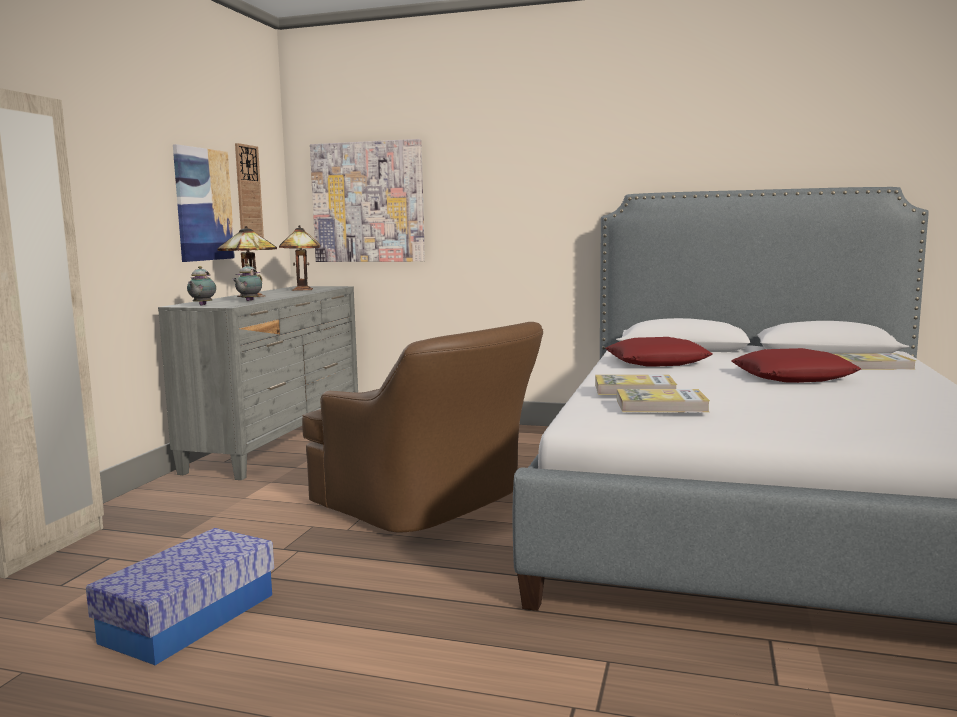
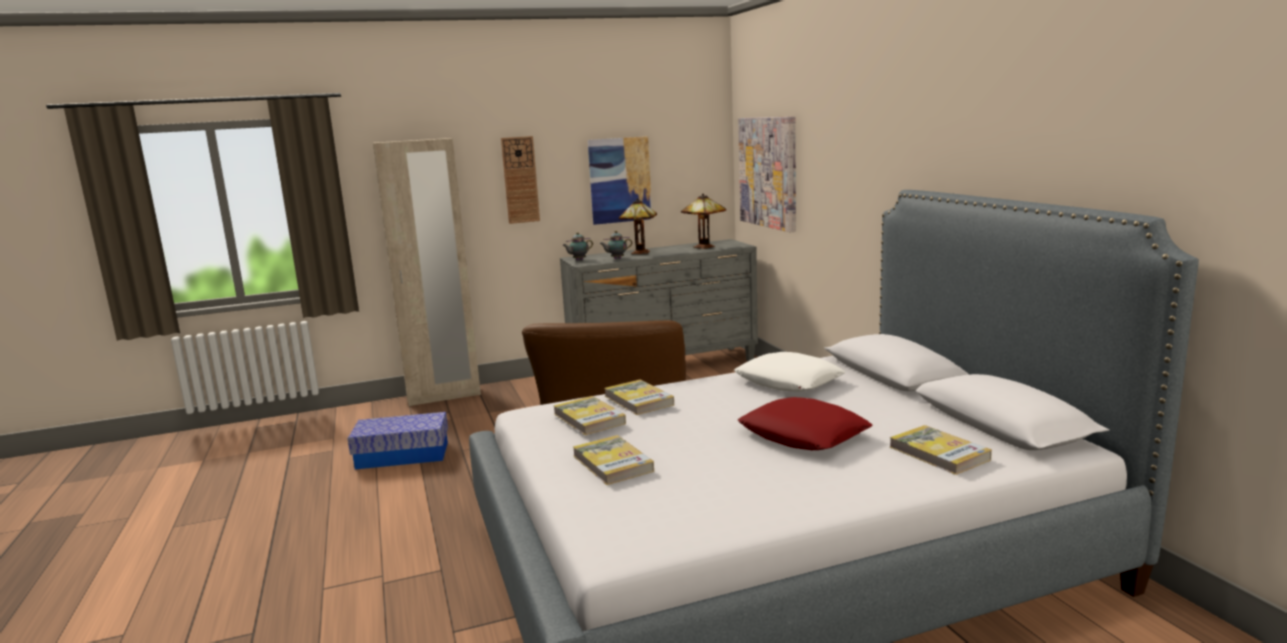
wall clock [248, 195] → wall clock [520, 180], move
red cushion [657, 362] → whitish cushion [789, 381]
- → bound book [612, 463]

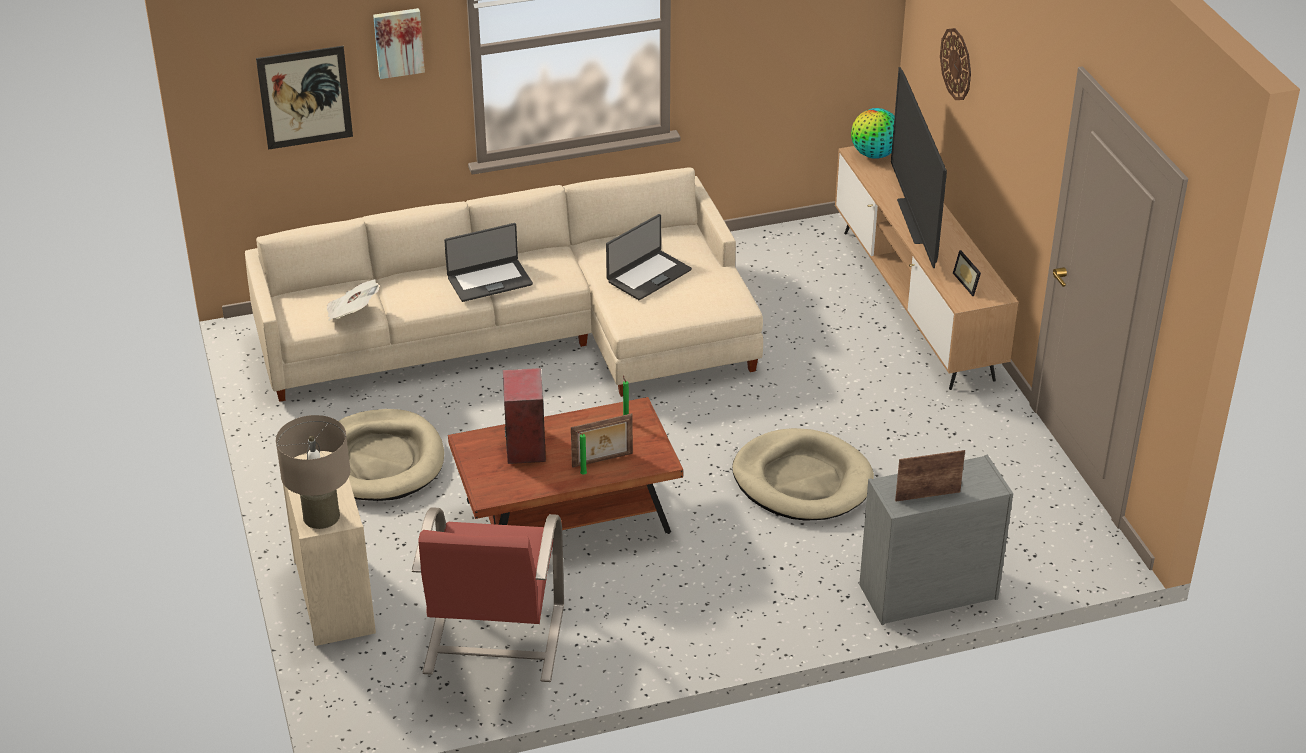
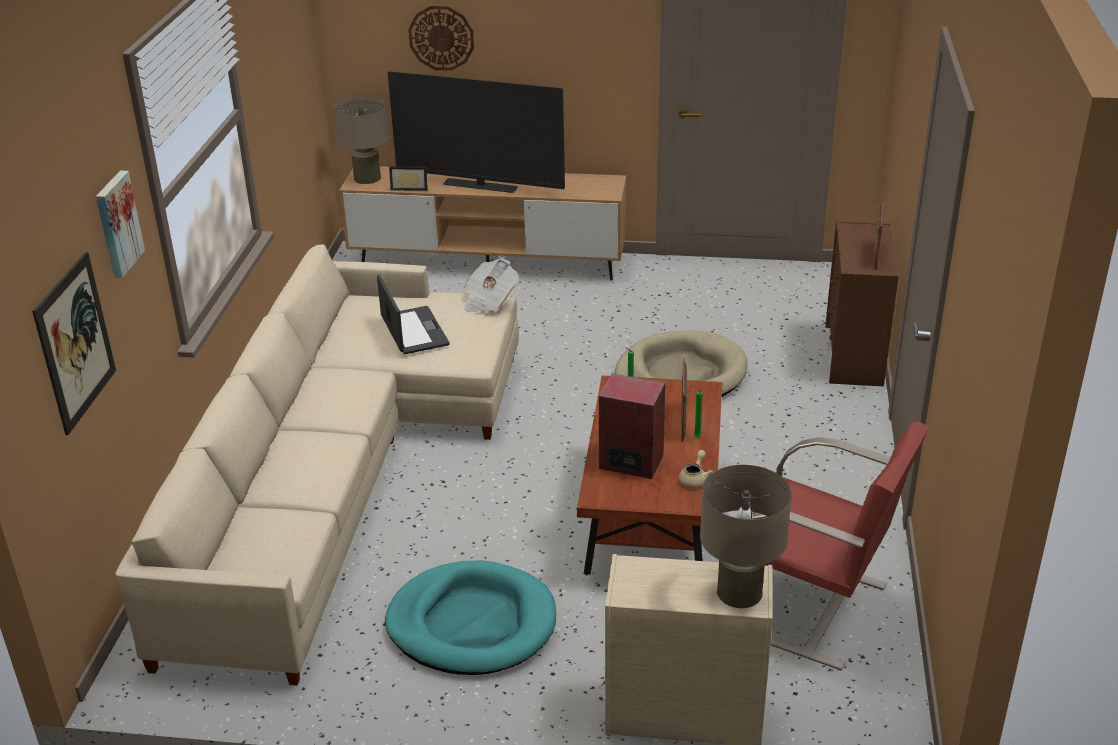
desk globe [874, 155] → beige lamp for a table [367, 178]
laptop [489, 280] → -
standing frame [969, 283] → standing frame [409, 187], move
newspaper [352, 312] → newspaper [489, 300], move
beige pet bed [381, 461] → turquoise pet bed [472, 623]
grey dresser [926, 592] → brown-coloured dresser [853, 356]
- → beige teapot [695, 479]

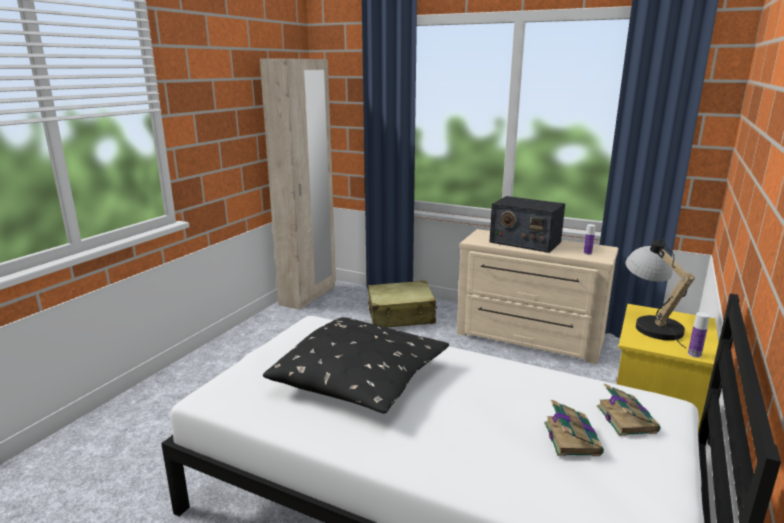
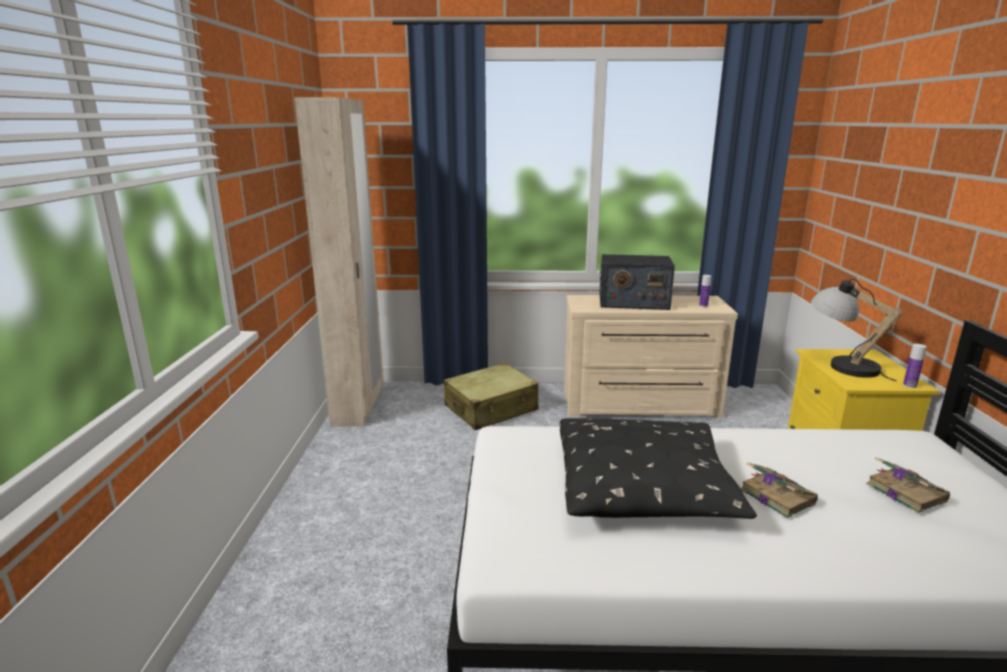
bound book [626, 418] → bound book [776, 496], move

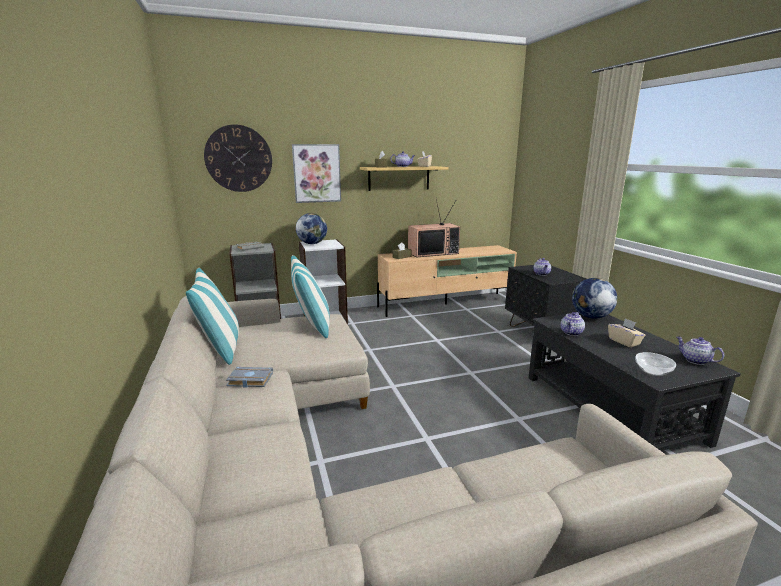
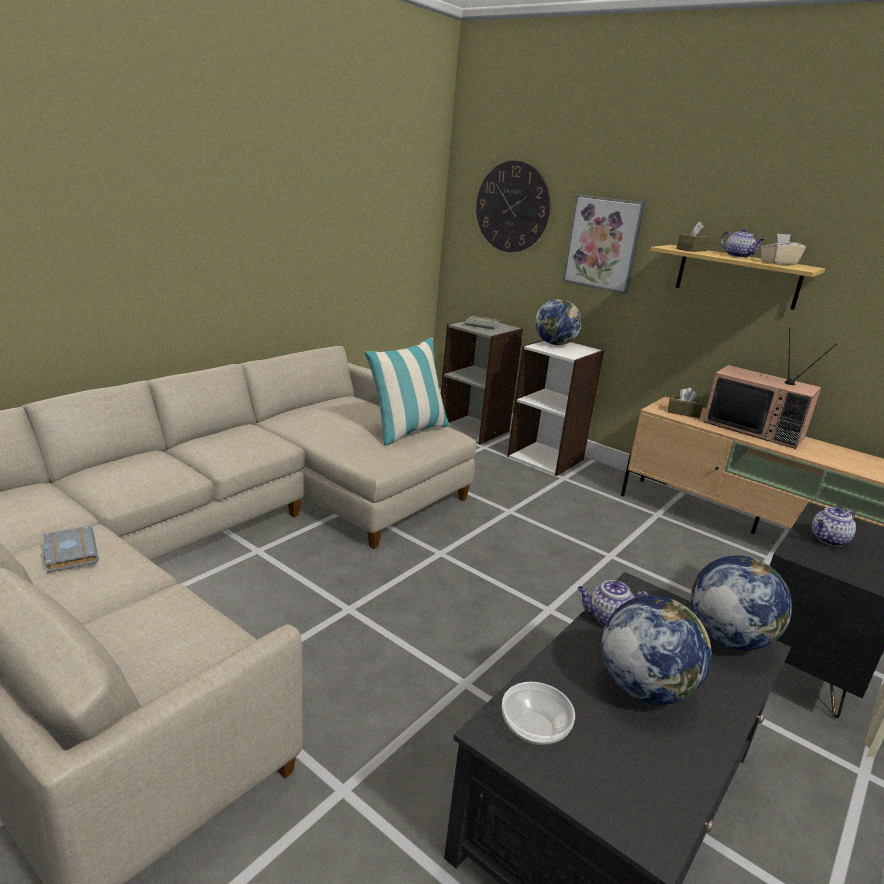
cushion [220, 349] → -
beige box of tissues [624, 342] → desk globe [644, 688]
teapot [694, 360] → -
grey bound book [249, 380] → grey bound book [68, 553], move

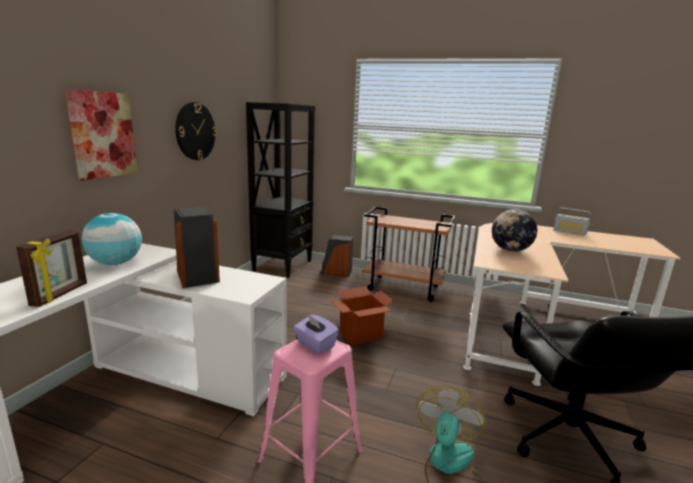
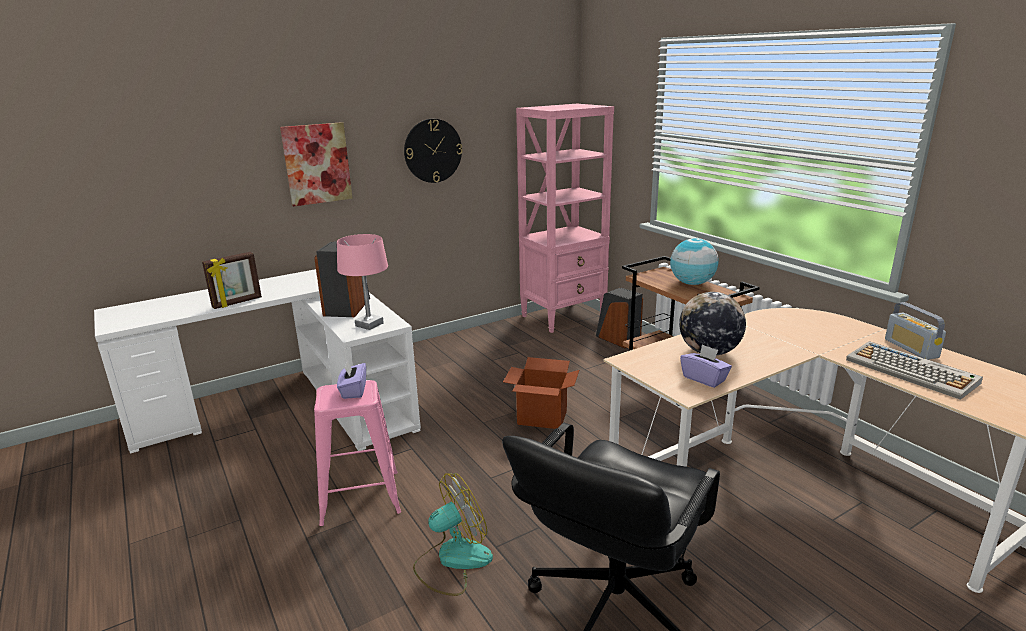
black-coloured bookcase [283, 265] → pink-coloured bookcase [564, 317]
desk globe [116, 263] → desk globe [692, 283], move
- → pink-coloured lamp for a table [369, 324]
- → keyboard [912, 371]
- → purple-coloured box of tissues [704, 379]

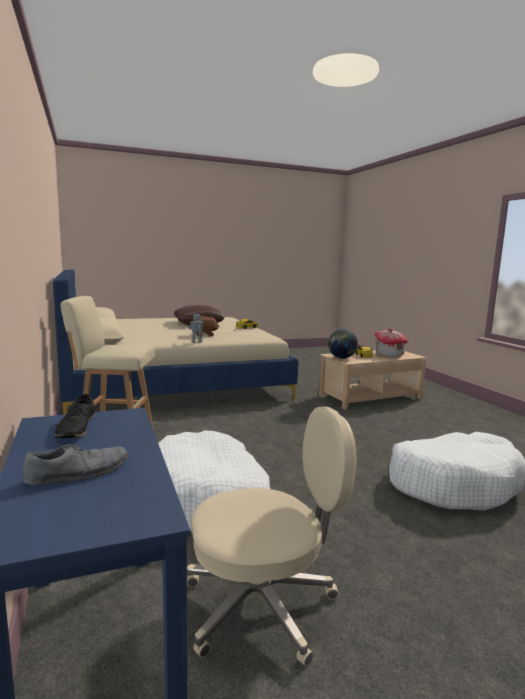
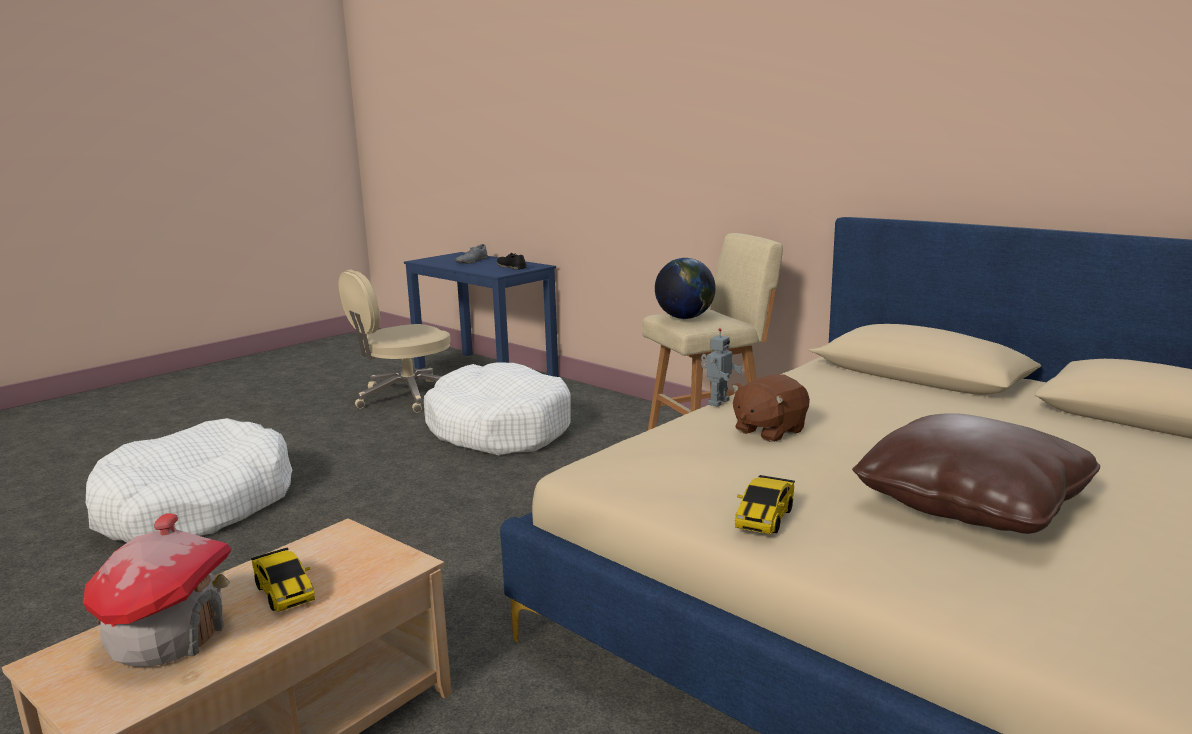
desk globe [341, 358] → desk globe [685, 318], move

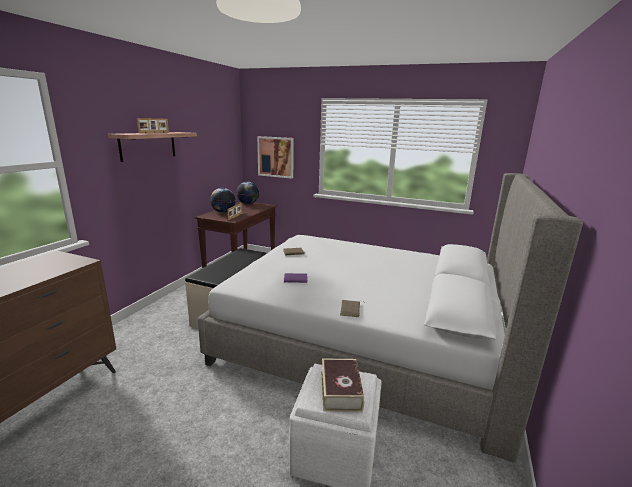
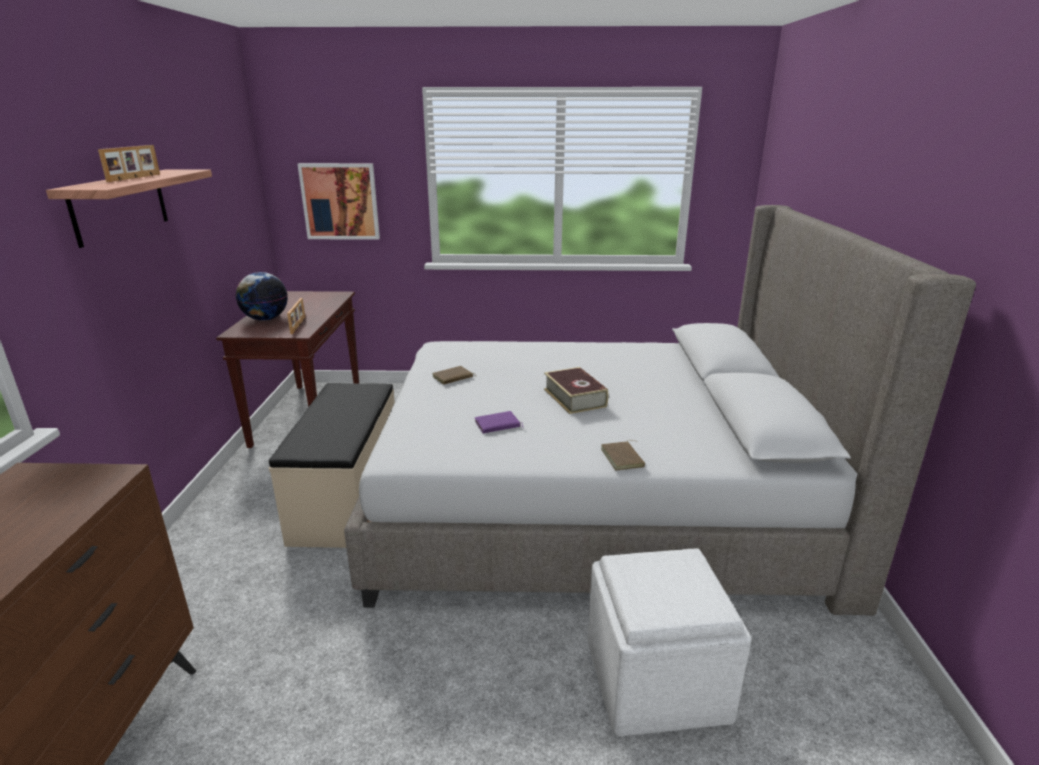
desk globe [248, 203] → -
bound book [341, 390] → bound book [574, 398], move

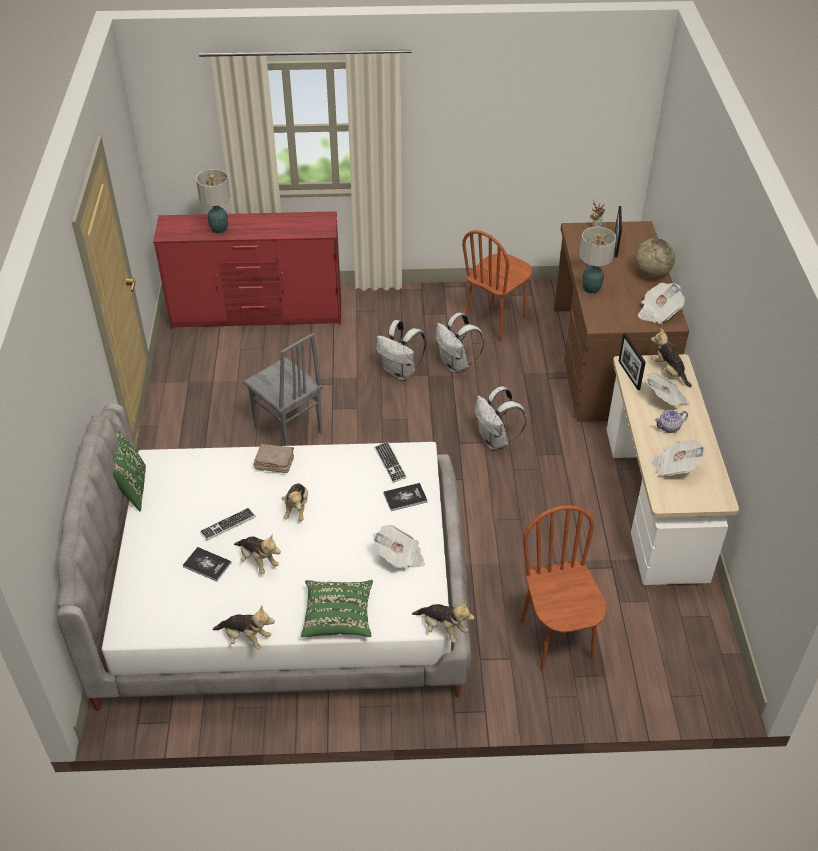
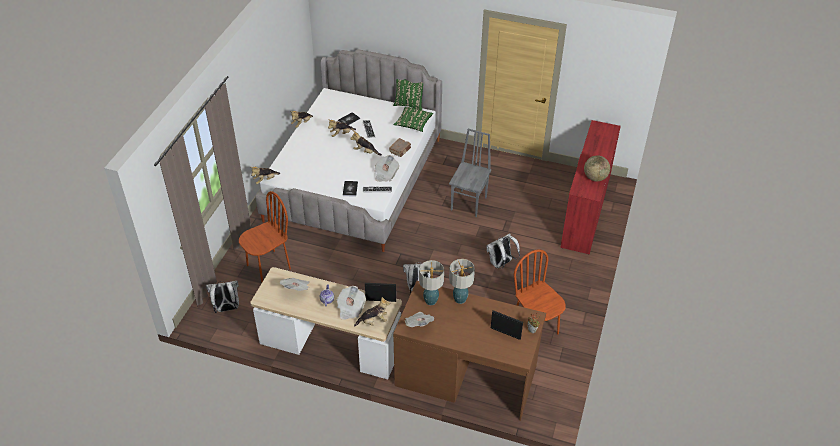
lamp for a table [219, 230] → lamp for a table [430, 300], move
desk globe [651, 274] → desk globe [595, 178], move
whitish knapsack [456, 364] → whitish knapsack [226, 308], move
grey upright chair [288, 431] → grey upright chair [469, 203], 135 degrees clockwise
brown-coloured upright chair [557, 639] → brown-coloured upright chair [268, 266], 45 degrees counterclockwise
newspaper [400, 557] → newspaper [385, 174], move
green-coloured cushion [338, 616] → green-coloured cushion [413, 124], move

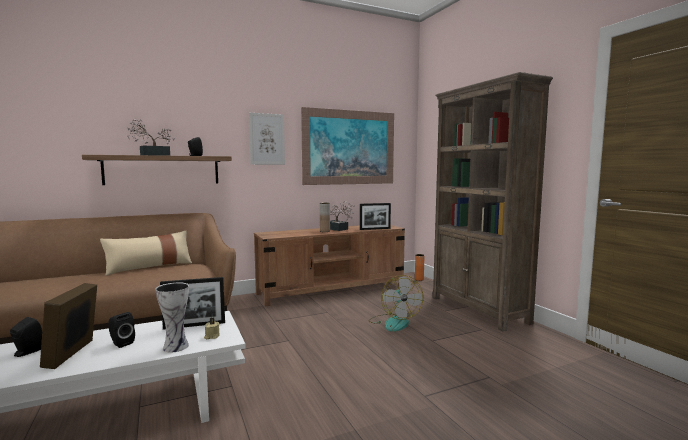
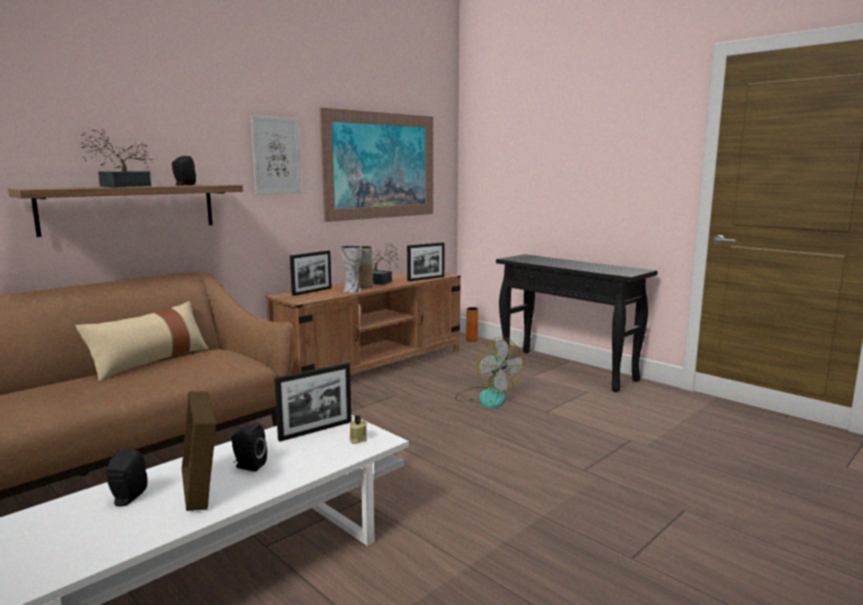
brown-coloured bookcase [478, 310] → black-coloured hall table [568, 370]
decorative vase [177, 346] → decorative vase [352, 290], move
- → standing frame [312, 291]

